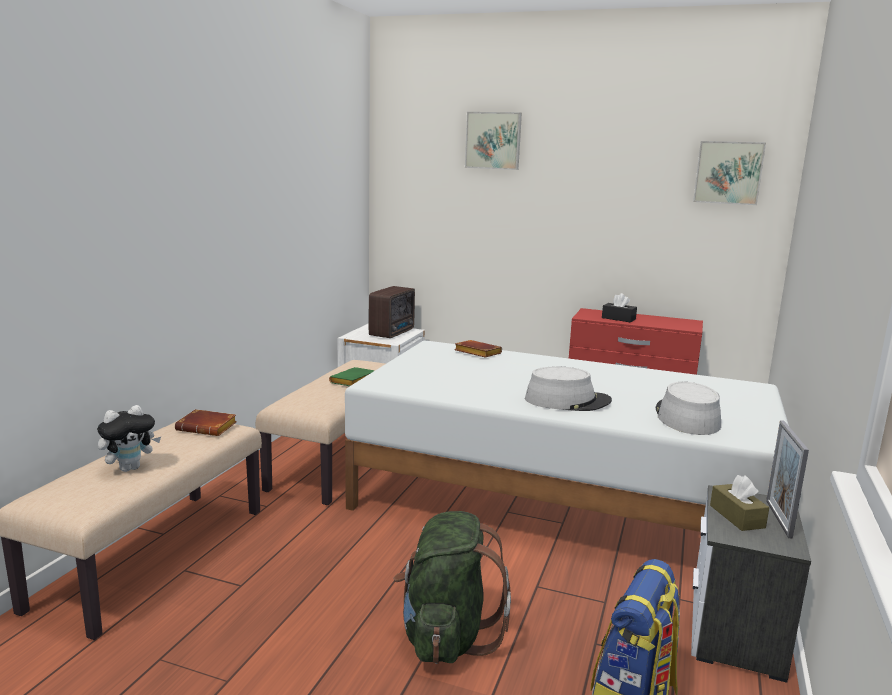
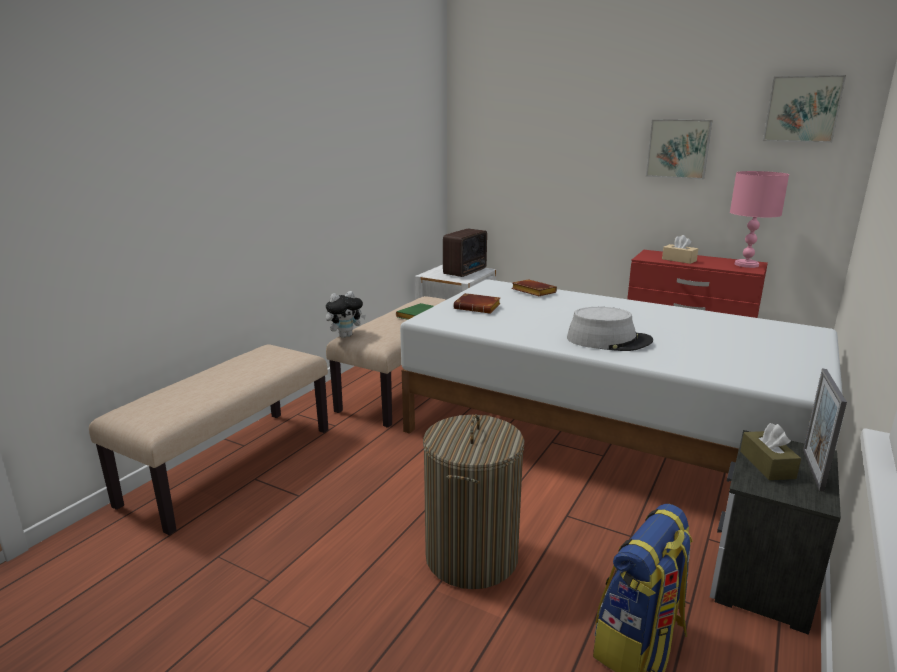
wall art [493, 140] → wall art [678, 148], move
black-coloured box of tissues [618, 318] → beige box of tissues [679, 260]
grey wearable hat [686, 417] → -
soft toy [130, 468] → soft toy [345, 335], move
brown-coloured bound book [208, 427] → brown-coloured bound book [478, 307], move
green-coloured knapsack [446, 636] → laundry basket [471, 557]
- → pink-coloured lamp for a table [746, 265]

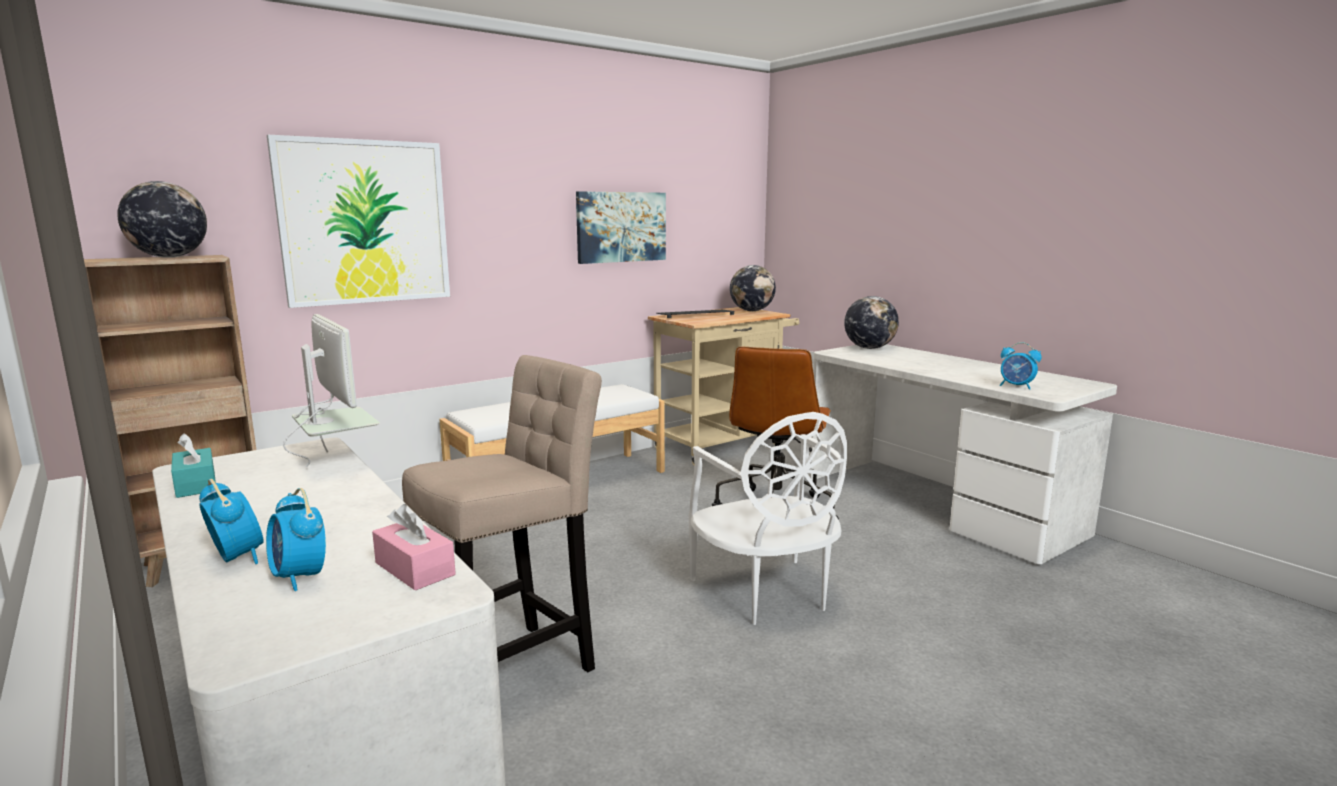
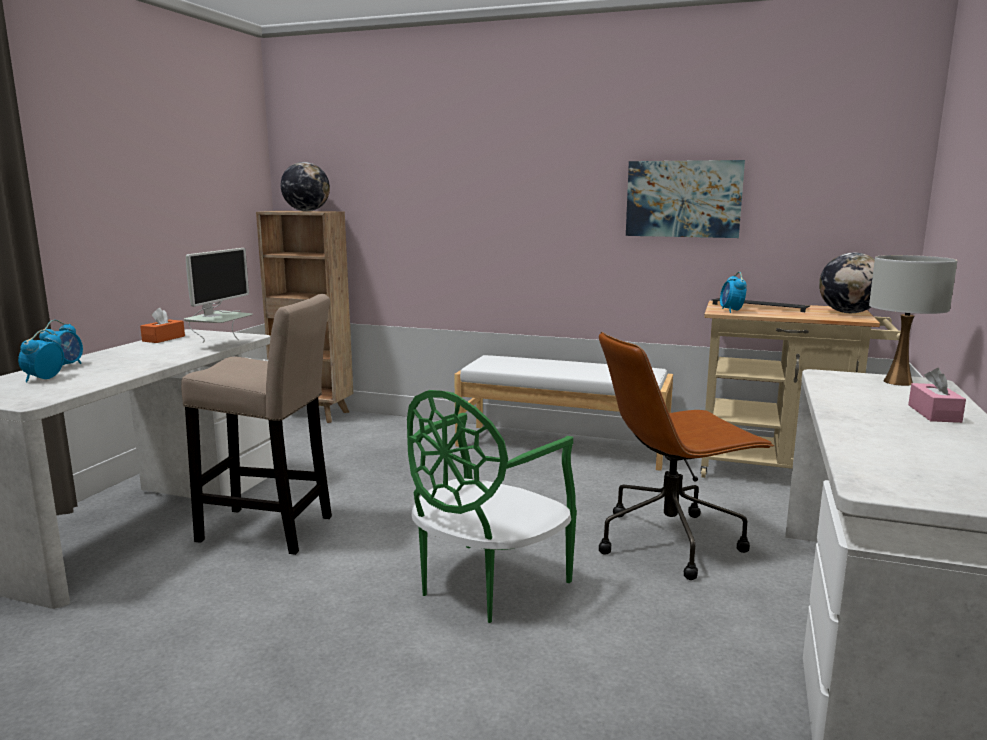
wall art [364, 222] → -
desk globe [869, 348] → whitish lamp for a table [898, 382]
bedside clock [1016, 386] → bedside clock [731, 311], move
whitish upright chair [766, 593] → green-coloured upright chair [486, 585]
turquoise box of tissues [196, 484] → orangey box of tissues [163, 338]
pink-coloured box of tissues [415, 569] → pink-coloured box of tissues [934, 413], move

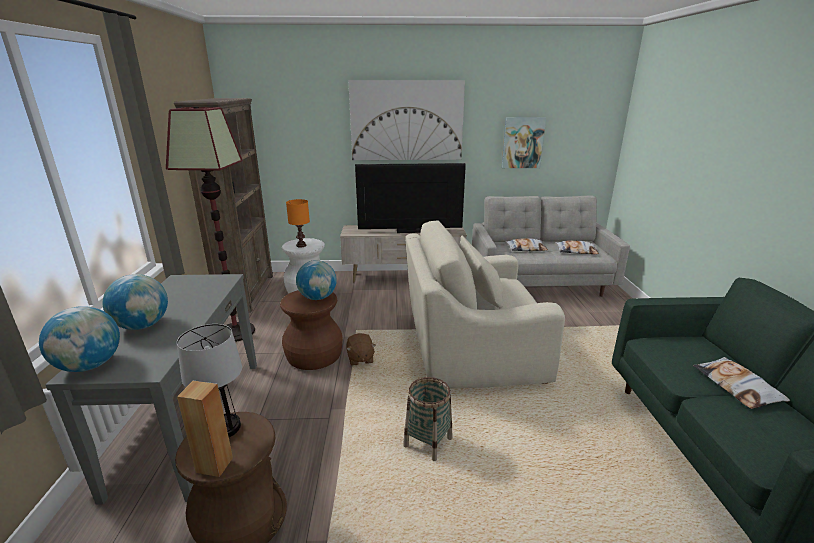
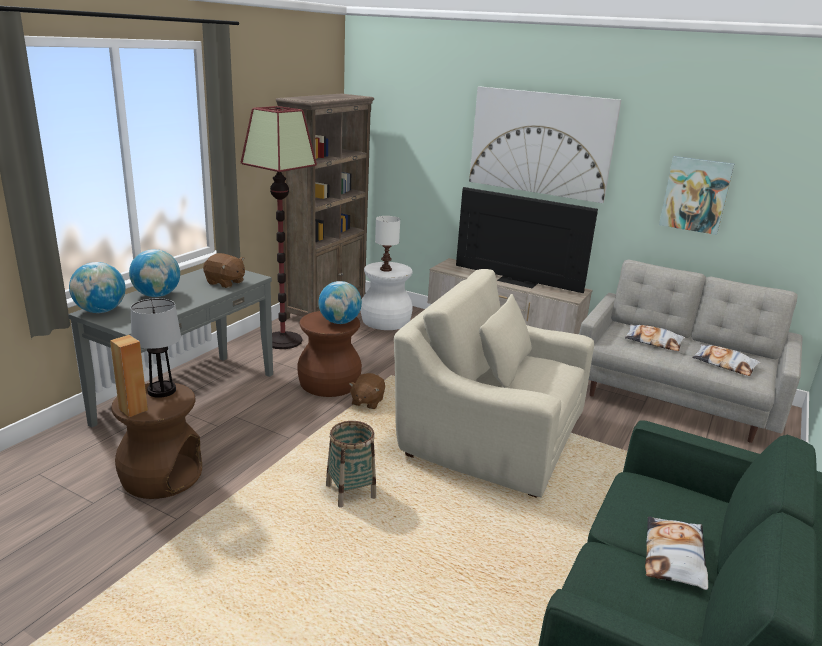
orangey lamp for a table [301, 245] → whitish lamp for a table [385, 269]
- → brown-coloured soft toy [225, 283]

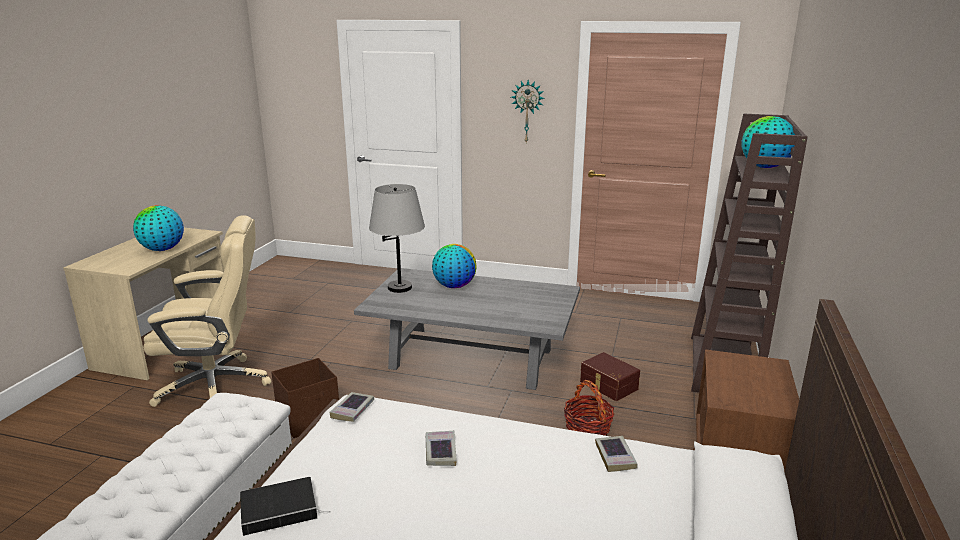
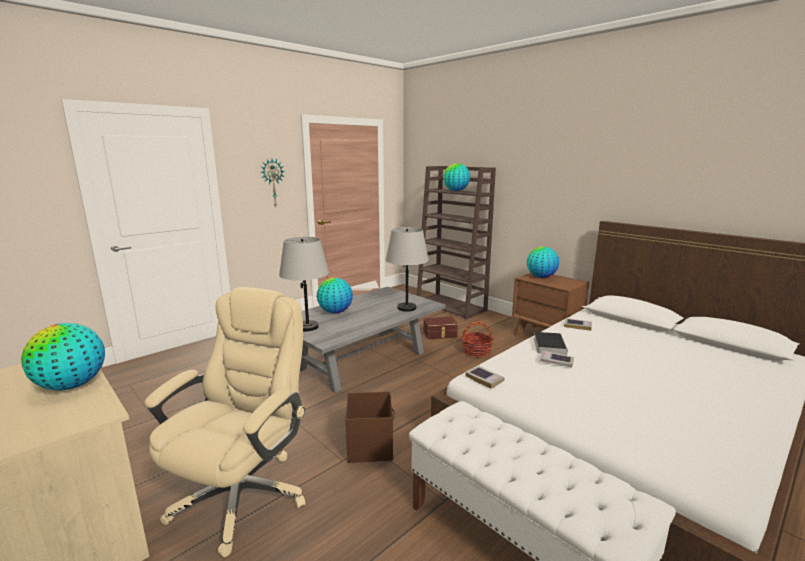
bound book [281, 509] → bound book [548, 345], move
- → grey lamp for a table [407, 308]
- → desk globe [541, 277]

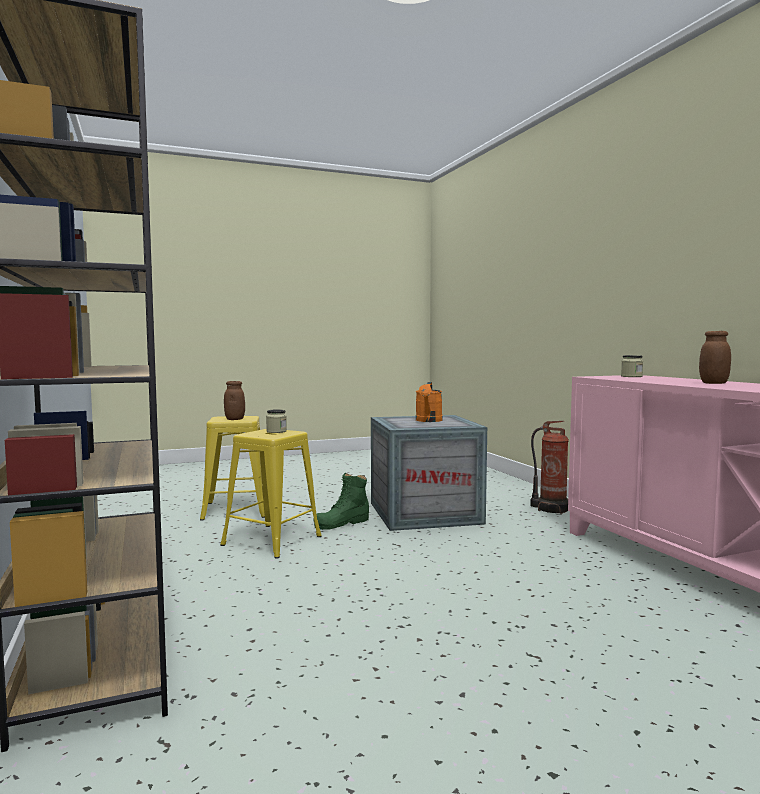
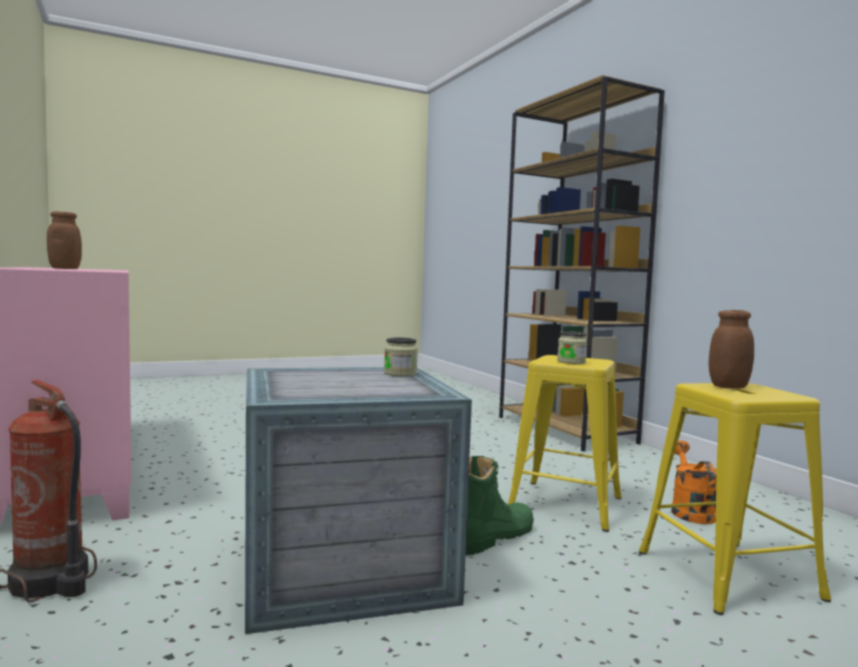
jar [631, 376] → jar [400, 373], move
orangey watering can [428, 421] → orangey watering can [690, 511], move

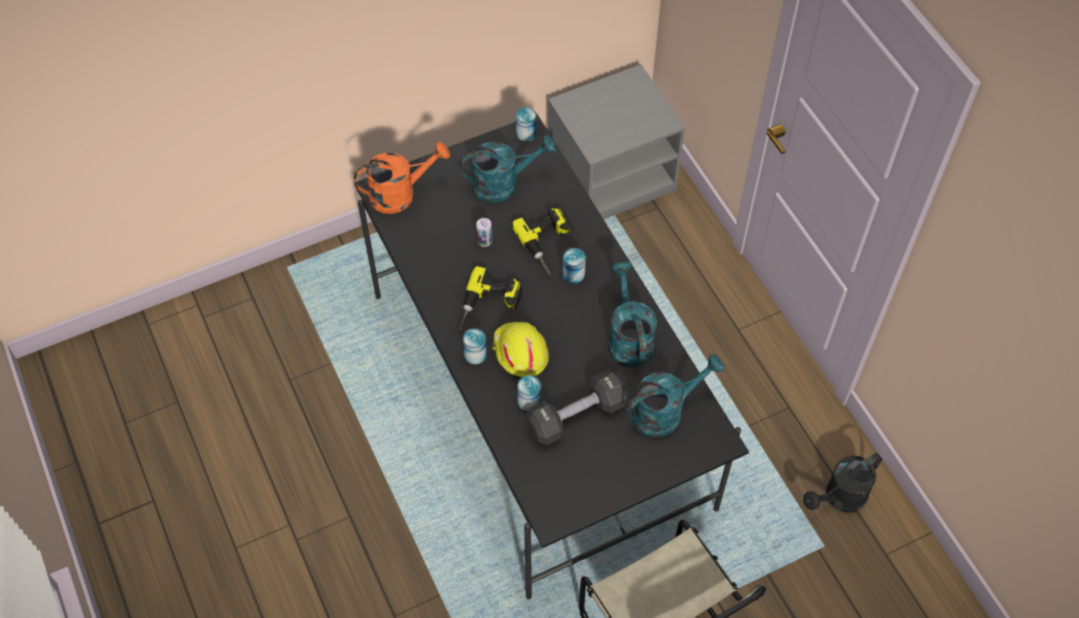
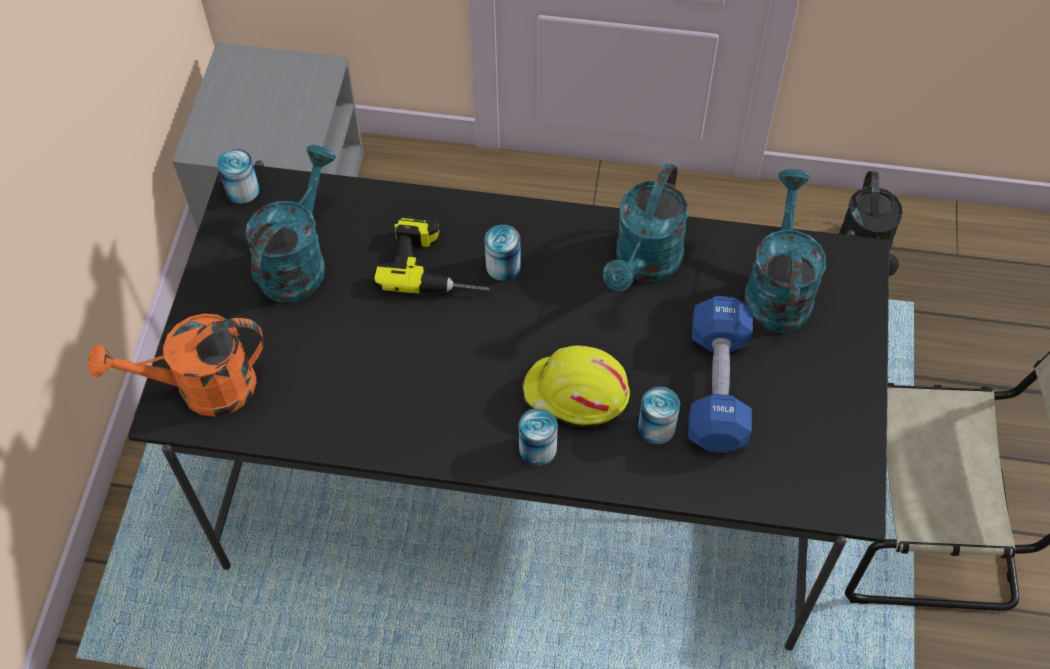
orangey watering can [400, 193] → orangey watering can [202, 389], 120 degrees counterclockwise
sealed can [484, 241] → -
turquoise watering can [628, 338] → turquoise watering can [644, 265], 90 degrees counterclockwise
electric drill [489, 307] → -
black-coloured dumbbell [576, 416] → blue dumbbell [717, 387]

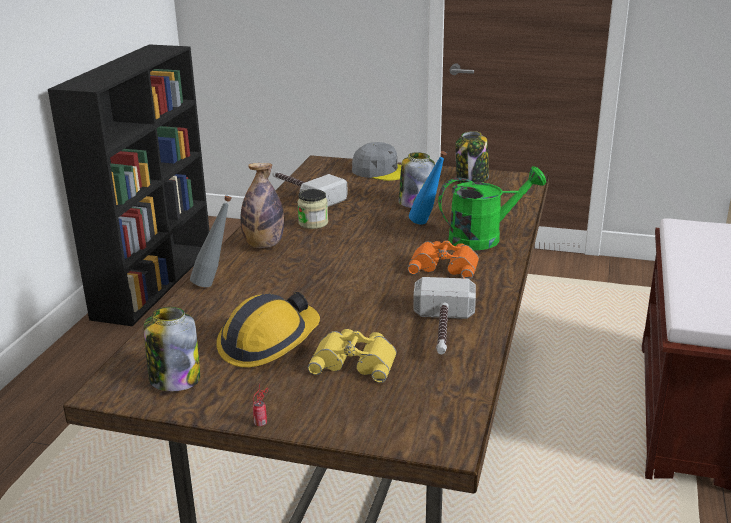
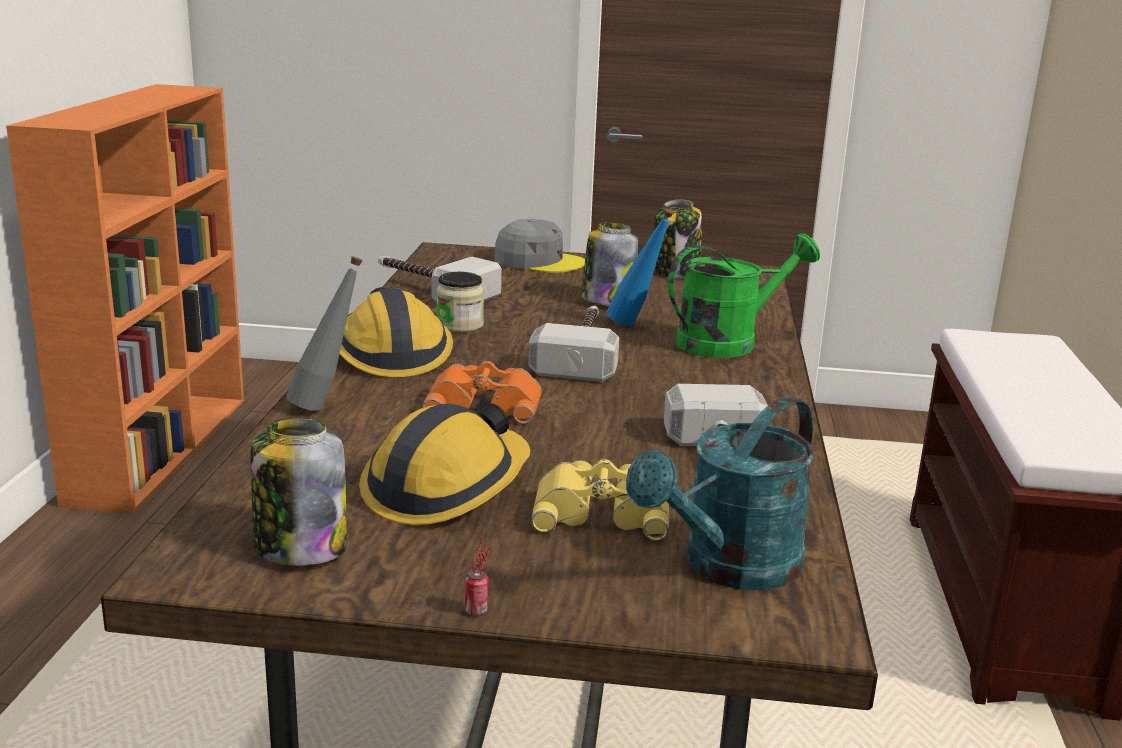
black-coloured bookcase [155, 280] → orangey bookcase [161, 447]
drink bottle [263, 245] → work helmet [391, 353]
orangey field glasses [445, 265] → orangey field glasses [485, 403], move
- → hammer [581, 352]
- → turquoise watering can [729, 568]

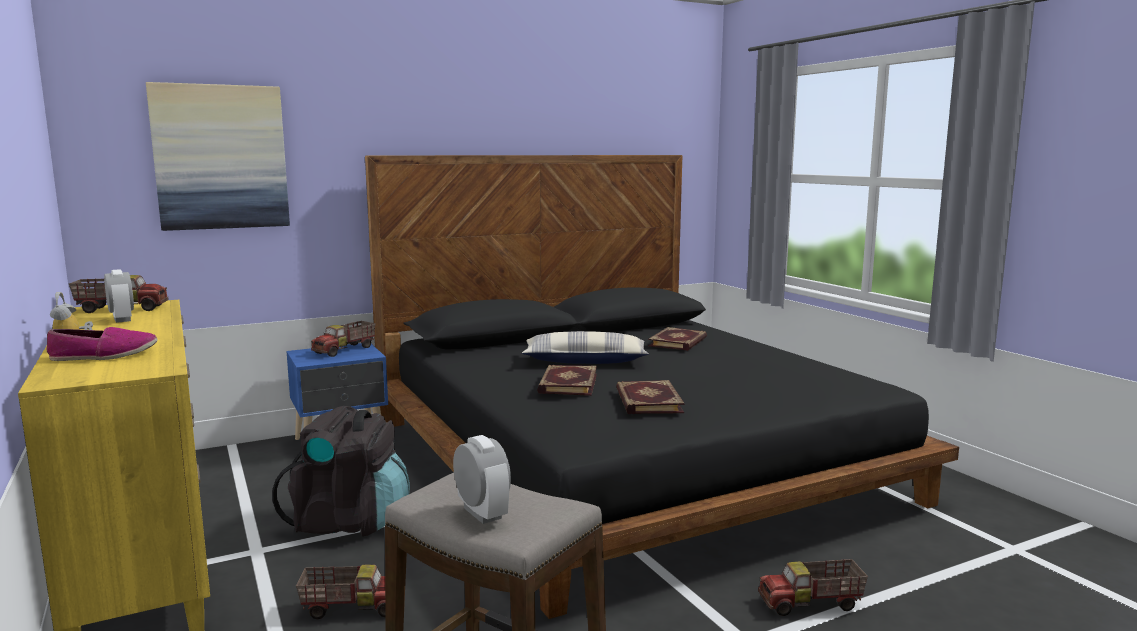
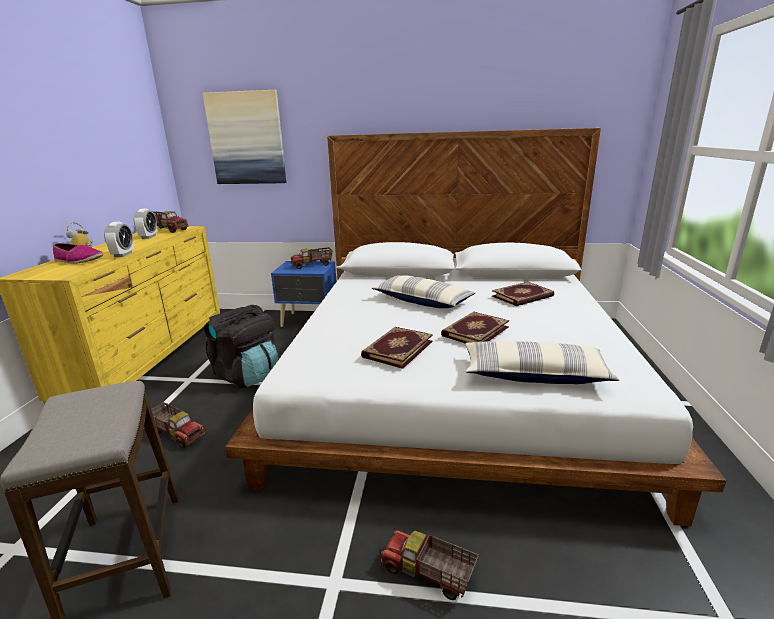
black-coloured bedroom bed [628, 460] → whitish bedroom bed [453, 381]
bound book [567, 383] → bound book [474, 331], move
bedside clock [482, 513] → bedside clock [123, 254], move
- → cushion [534, 374]

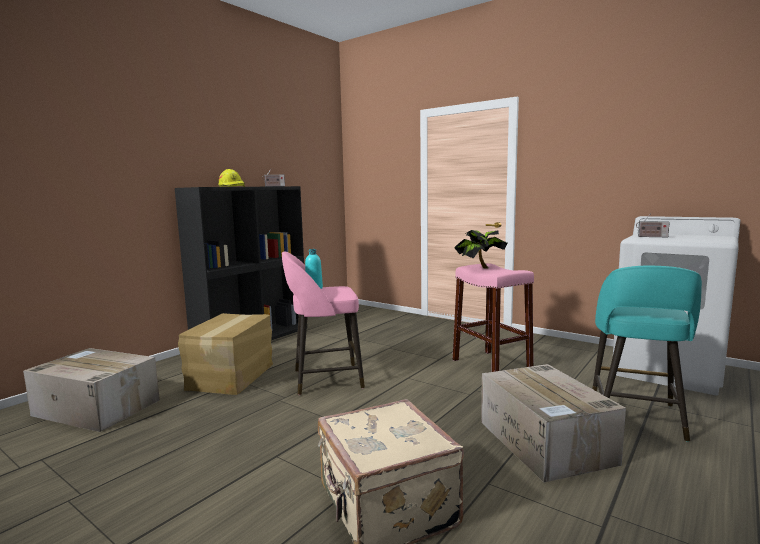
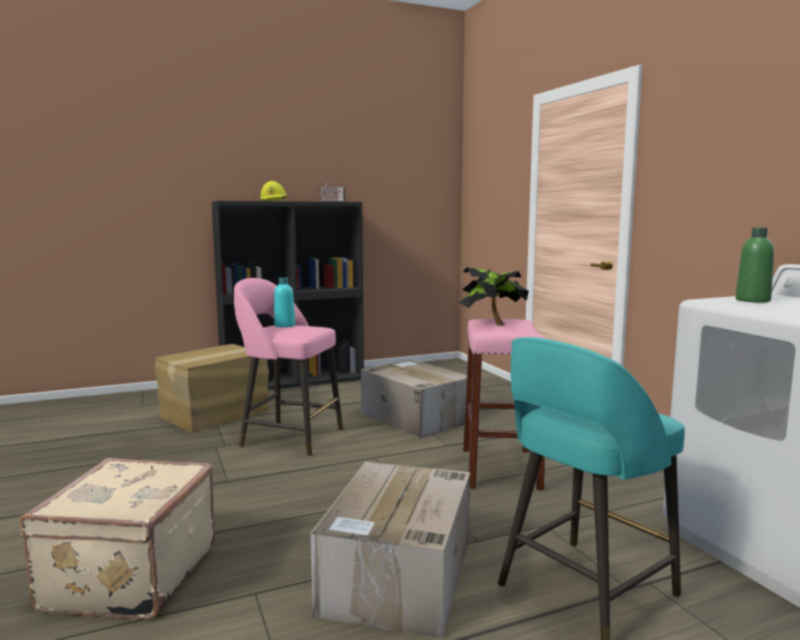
radio set [651, 237] → green-coloured drink bottle [752, 300]
packing box [95, 408] → packing box [414, 417], move

